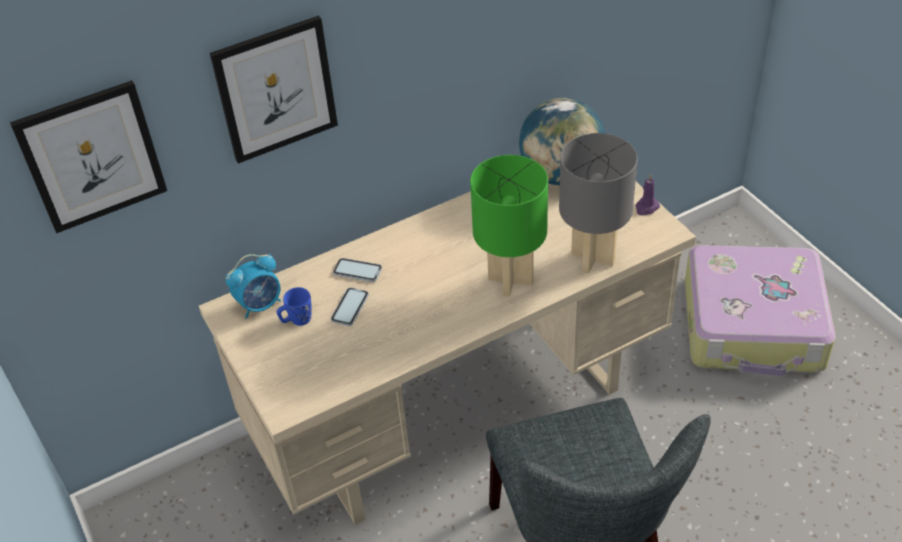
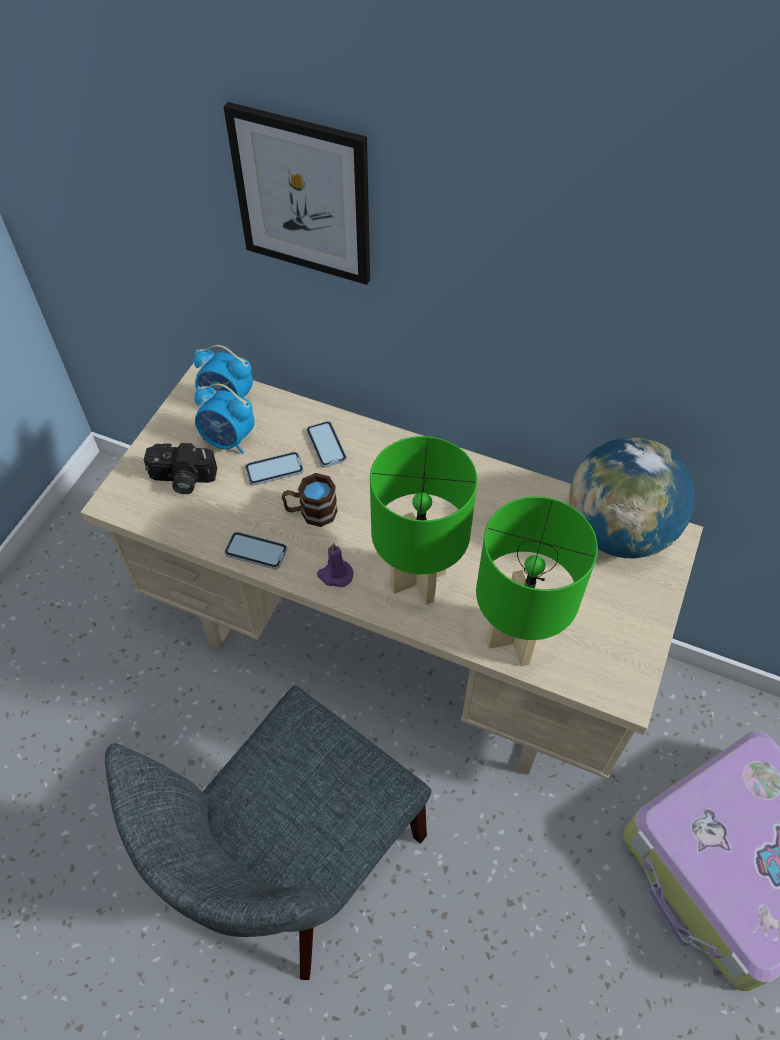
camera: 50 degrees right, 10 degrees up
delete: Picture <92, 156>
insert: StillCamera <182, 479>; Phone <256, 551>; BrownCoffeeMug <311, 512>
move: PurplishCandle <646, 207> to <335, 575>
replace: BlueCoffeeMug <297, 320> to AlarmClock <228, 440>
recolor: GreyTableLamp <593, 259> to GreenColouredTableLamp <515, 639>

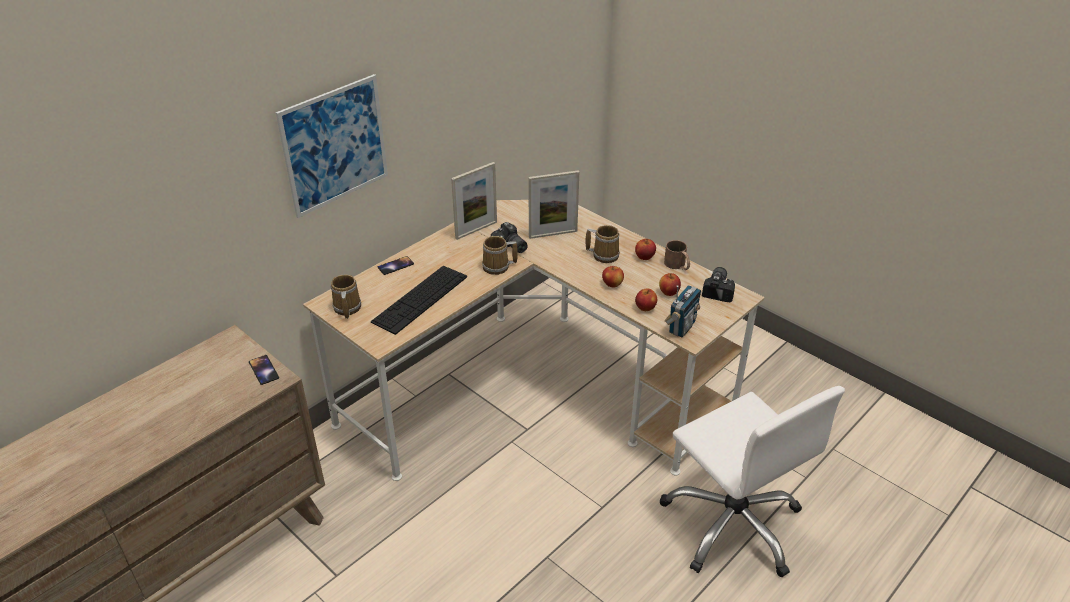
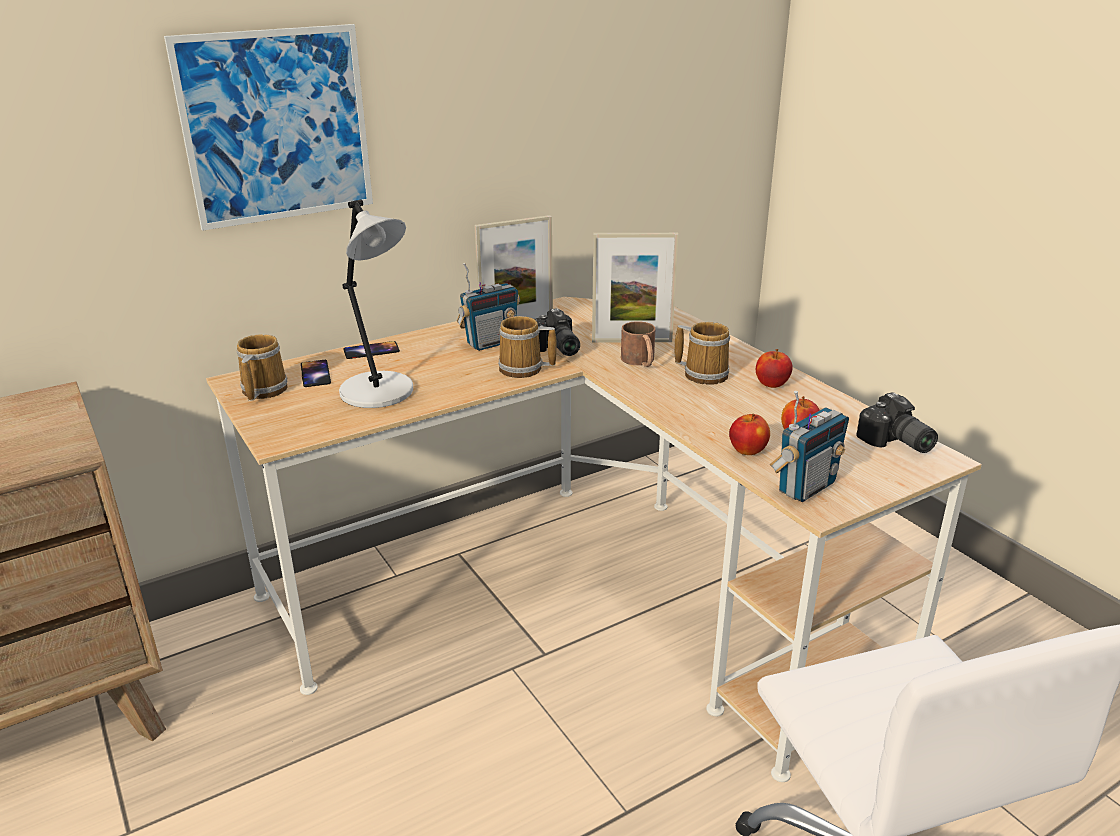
camera: 15 degrees right, 10 degrees down
delete: Apple <612, 284>
insert: Radio <490, 343>
move: Phone <263, 370> to <315, 374>; BrownCoffeeMug <678, 265> to <640, 362>
replace: PcKeyboard <420, 299> to GreyTableLamp <379, 393>
rotate: StillCamera <719, 290> = <895, 443> 120 degrees clockwise

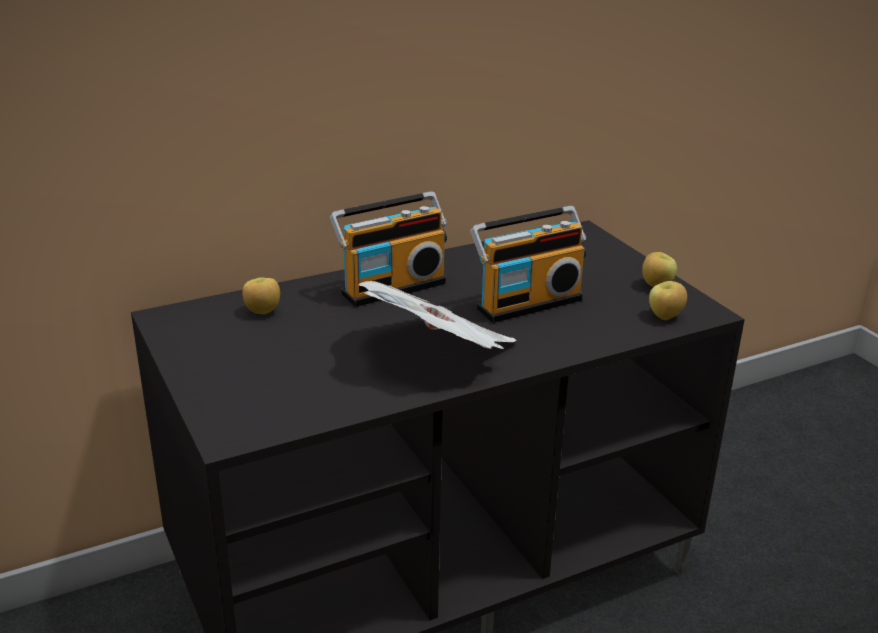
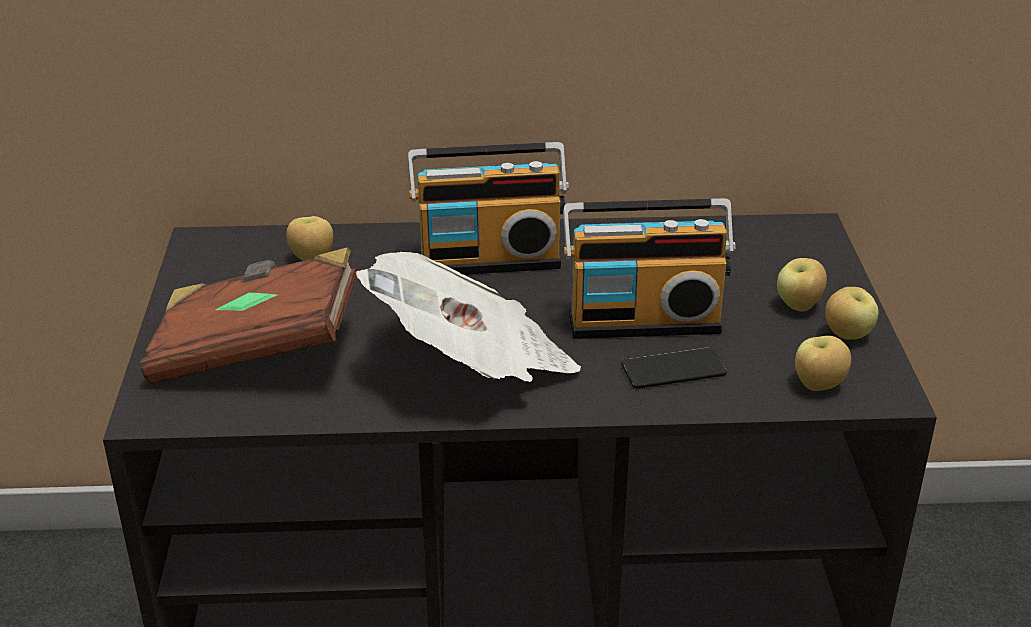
camera: 25 degrees right, 5 degrees up
insert: BrownBoundBook <256, 350>; Phone <673, 370>; Apple <799, 306>

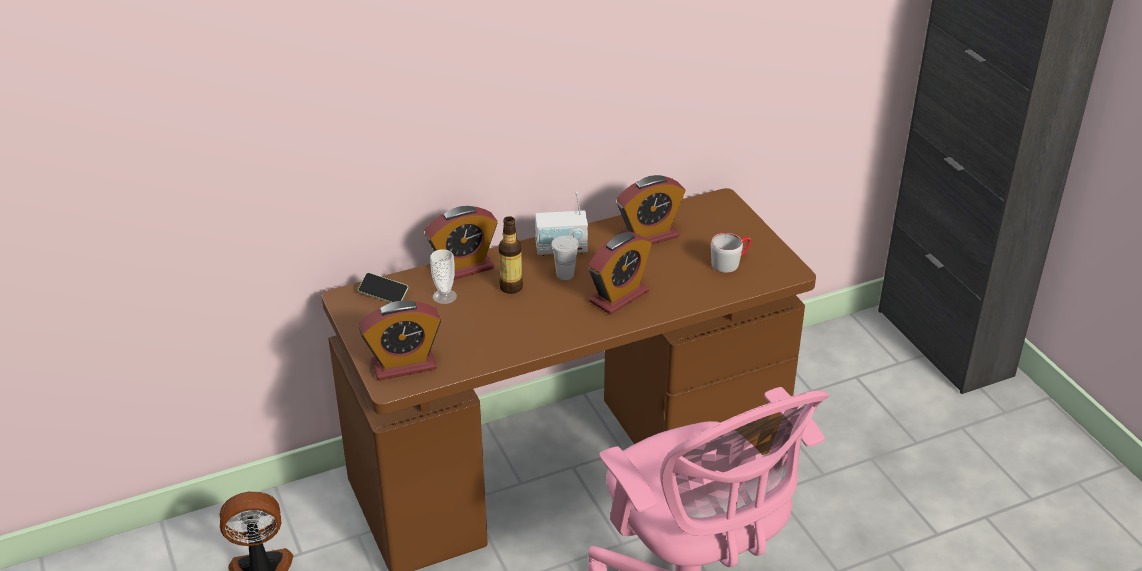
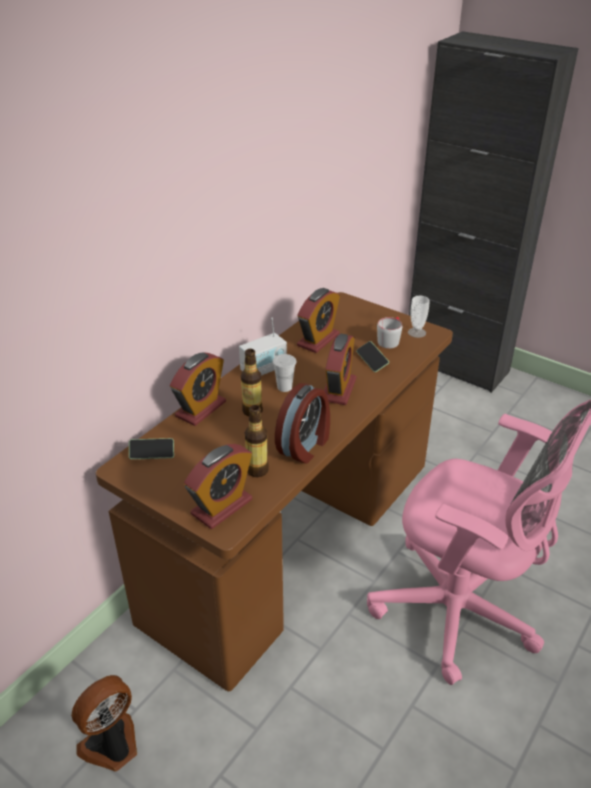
camera: 30 degrees left, 0 degrees up
insert: DrinkBottle <257, 470>; AlarmClock <305, 445>; Phone <372, 361>
move: Cup <444, 296> to <416, 332>

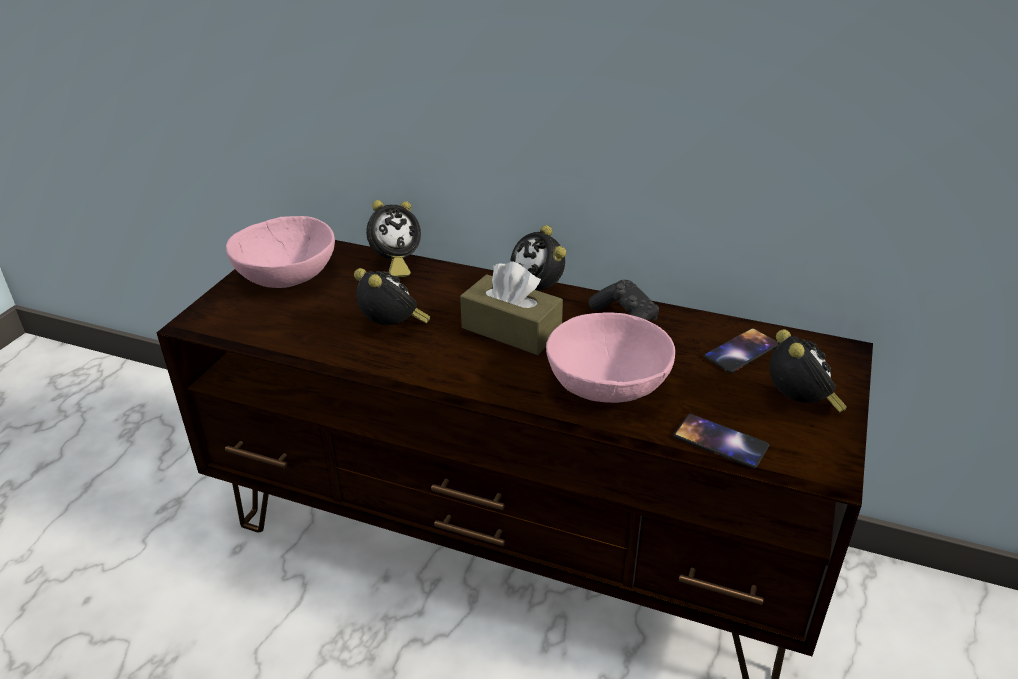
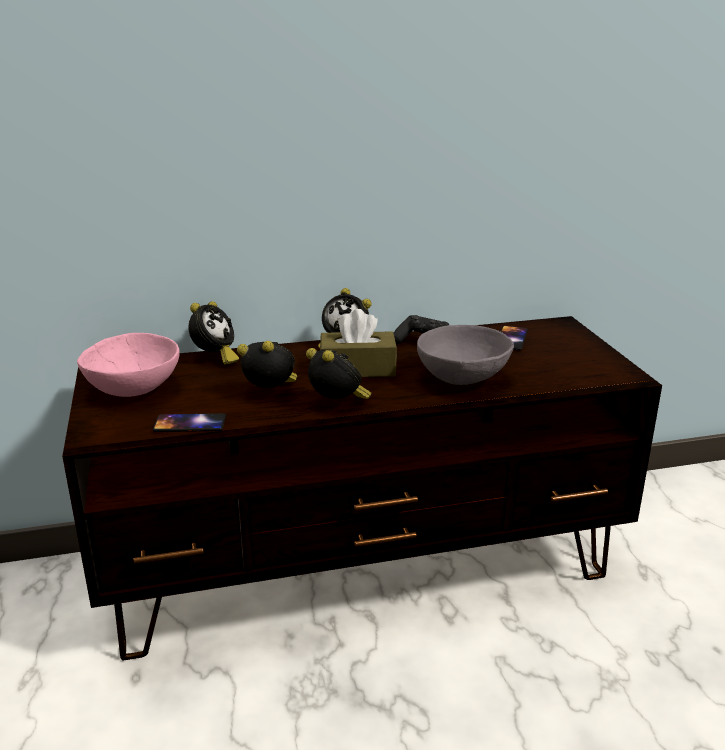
camera: 35 degrees left, 10 degrees down
move: Phone <720, 441> to <190, 424>; AlarmClock <799, 405> to <338, 404>
recolor: PinkServingBowl <608, 388> to GreyServingBowl <463, 378>

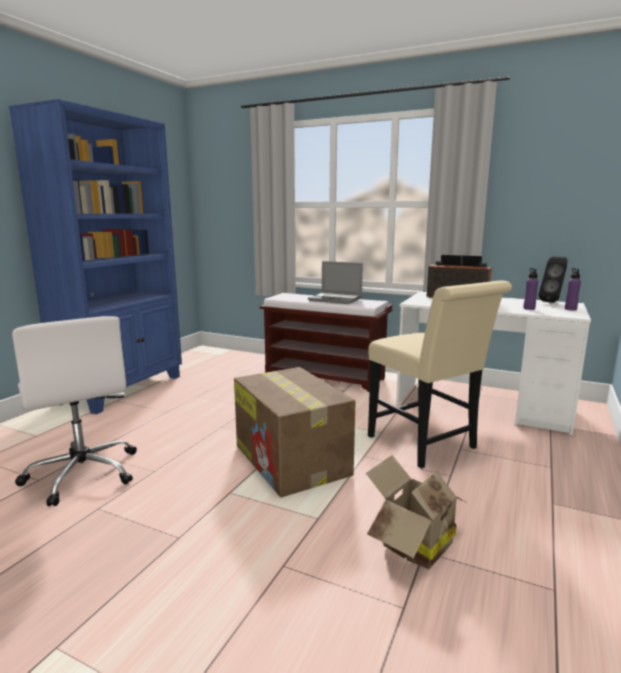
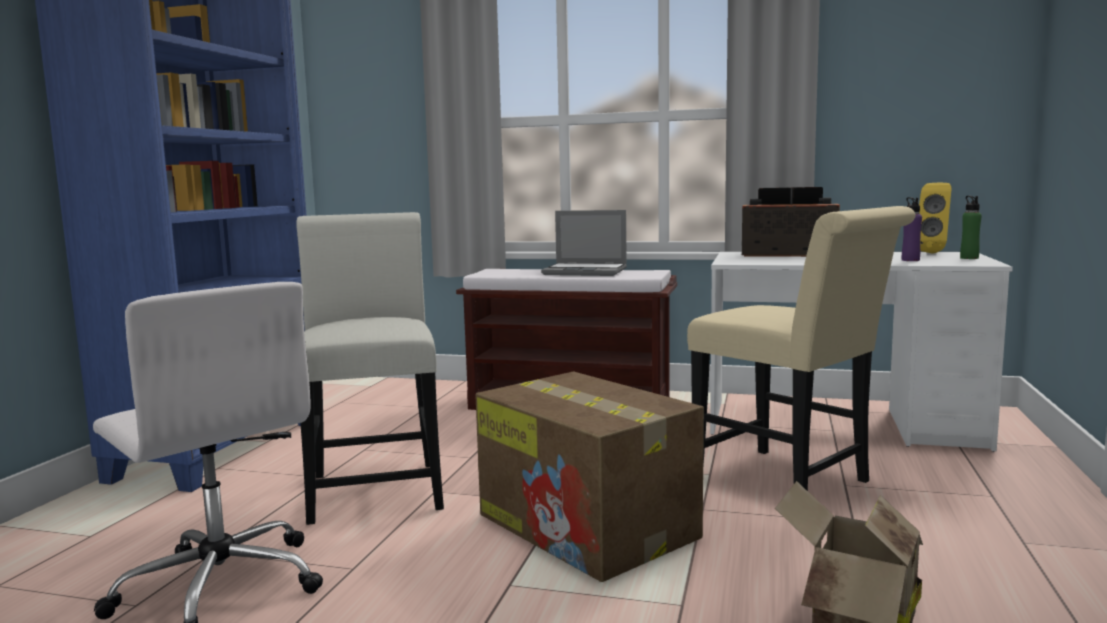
camera: 10 degrees left, 5 degrees down
insert: WhiteChair <375, 487>
recolor: BlackColouredAudioSpeaker <552, 302> to YellowColouredAudioSpeaker <933, 253>; PurplishDrinkBottle <570, 309> to GreenColouredDrinkBottle <969, 258>

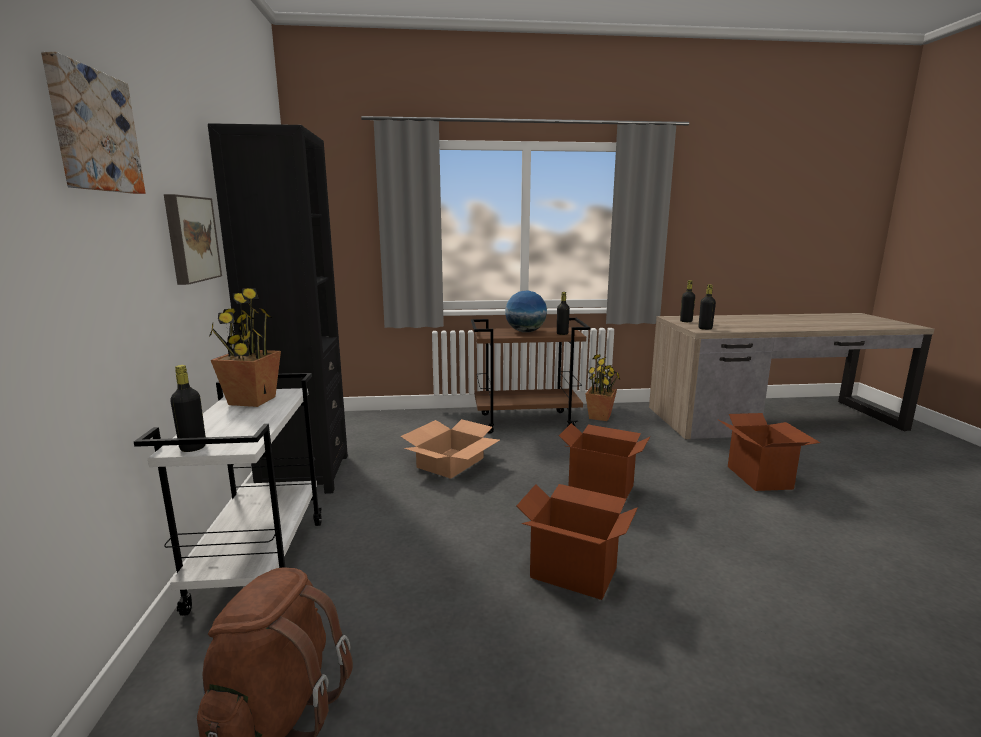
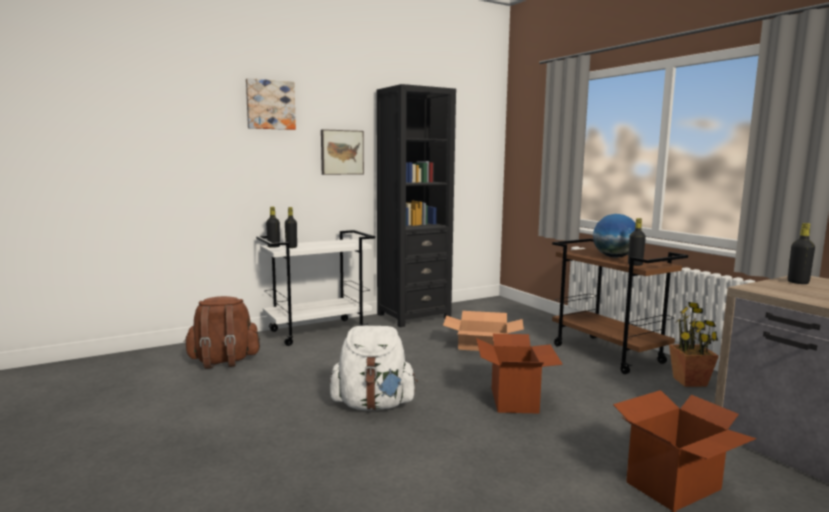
camera: 65 degrees right, 5 degrees down
delete: Houseplant <252, 401>
move: BlackColouredDrinkBottle <705, 328> to <291, 247>
replace: PackingBox <573, 572> to WhiteBackpack <373, 405>

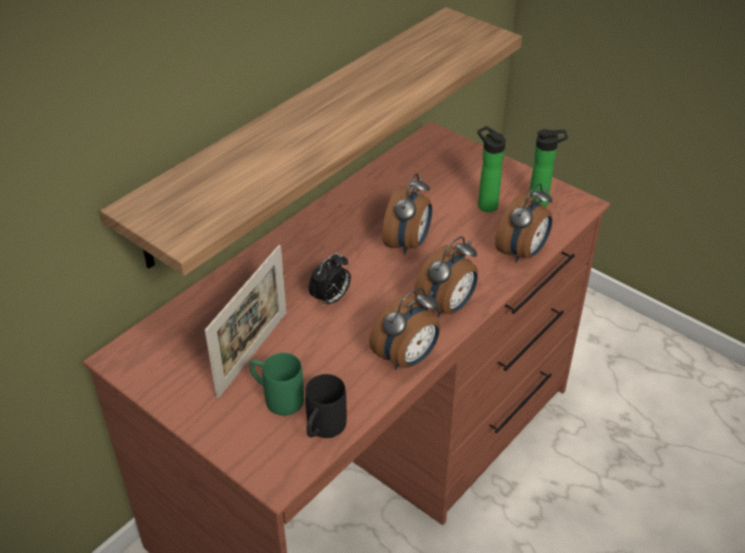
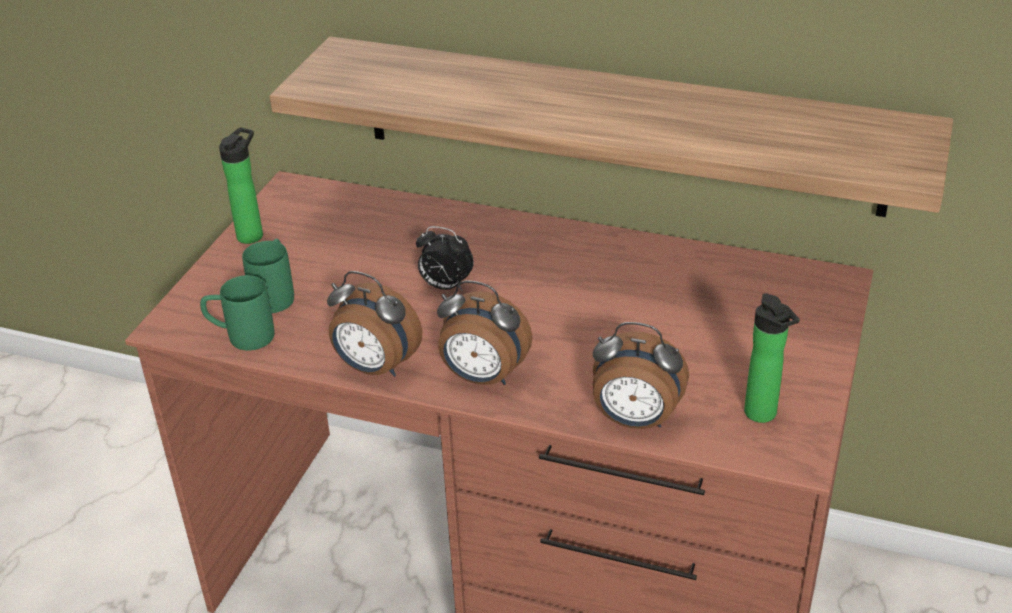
camera: 70 degrees right, 5 degrees down
delete: PhotoFrame <253, 353>; AlarmClock <408, 244>
move: DrinkBottle <485, 204> to <252, 234>
recolor: BlackColouredCoffeeMug <322, 430> to GreenColouredCoffeeMug <241, 336>

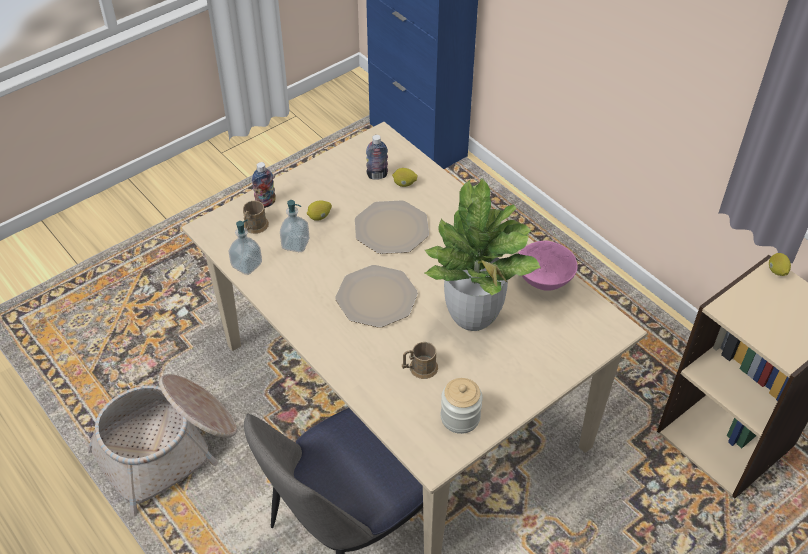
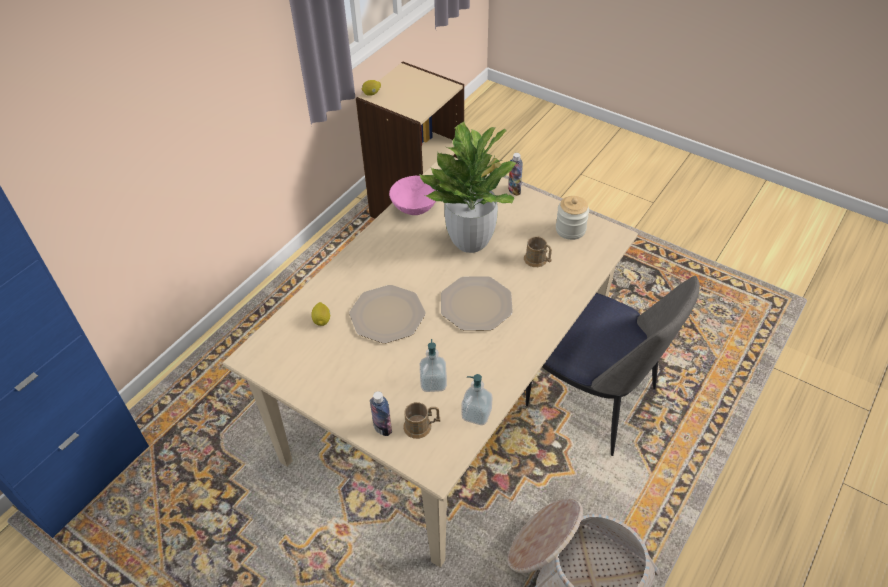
camera: 105 degrees left, 0 degrees up
delete: Lemon <319, 217>
move: DrinkBottle <377, 175> to <514, 190>

